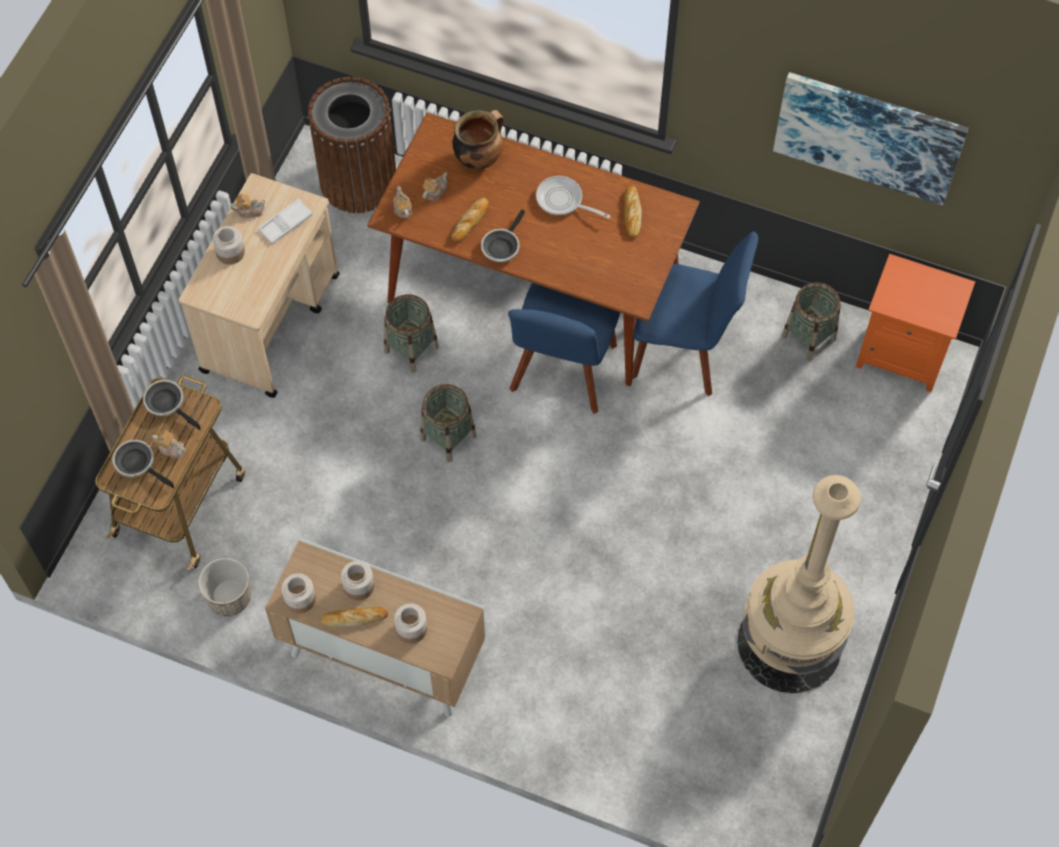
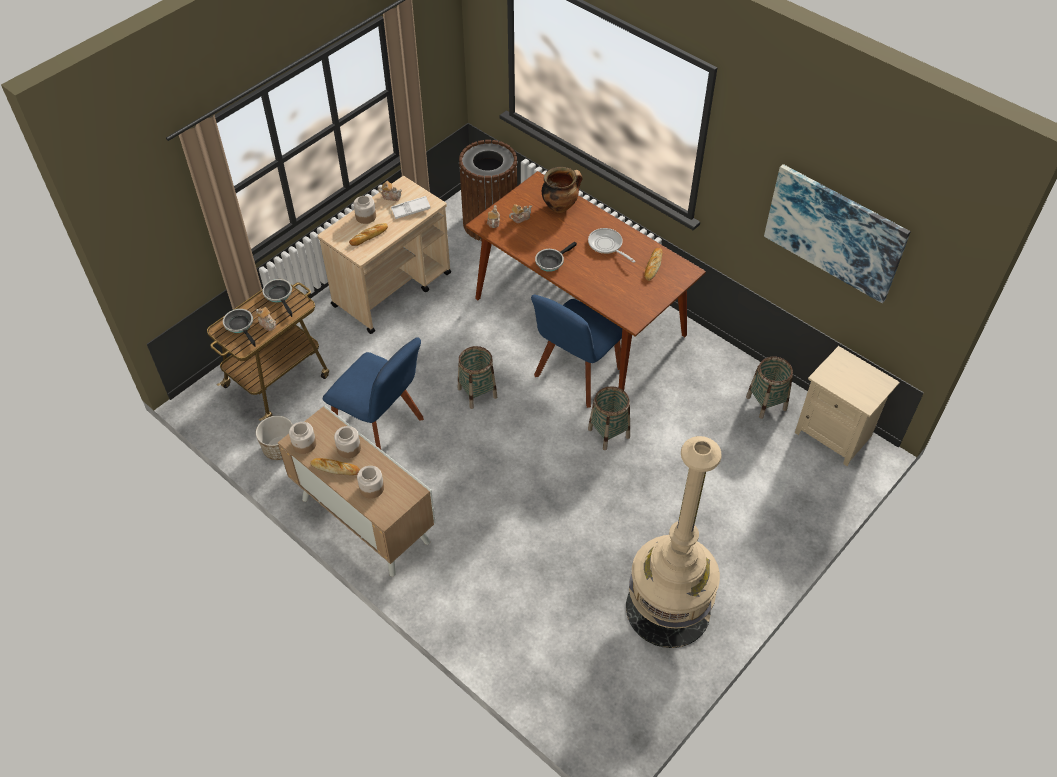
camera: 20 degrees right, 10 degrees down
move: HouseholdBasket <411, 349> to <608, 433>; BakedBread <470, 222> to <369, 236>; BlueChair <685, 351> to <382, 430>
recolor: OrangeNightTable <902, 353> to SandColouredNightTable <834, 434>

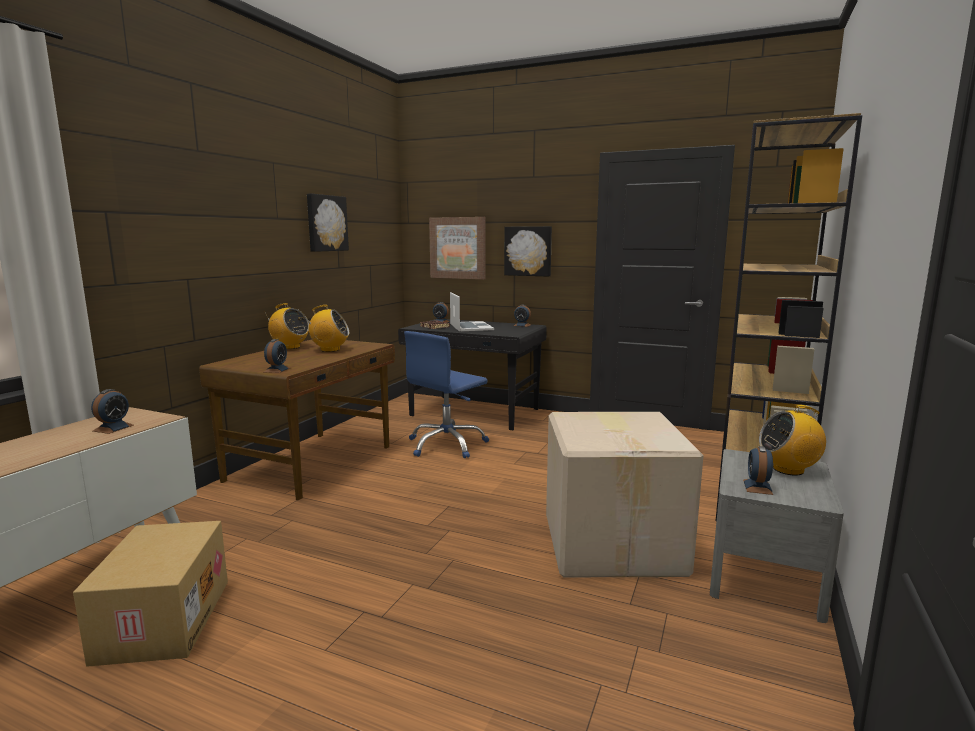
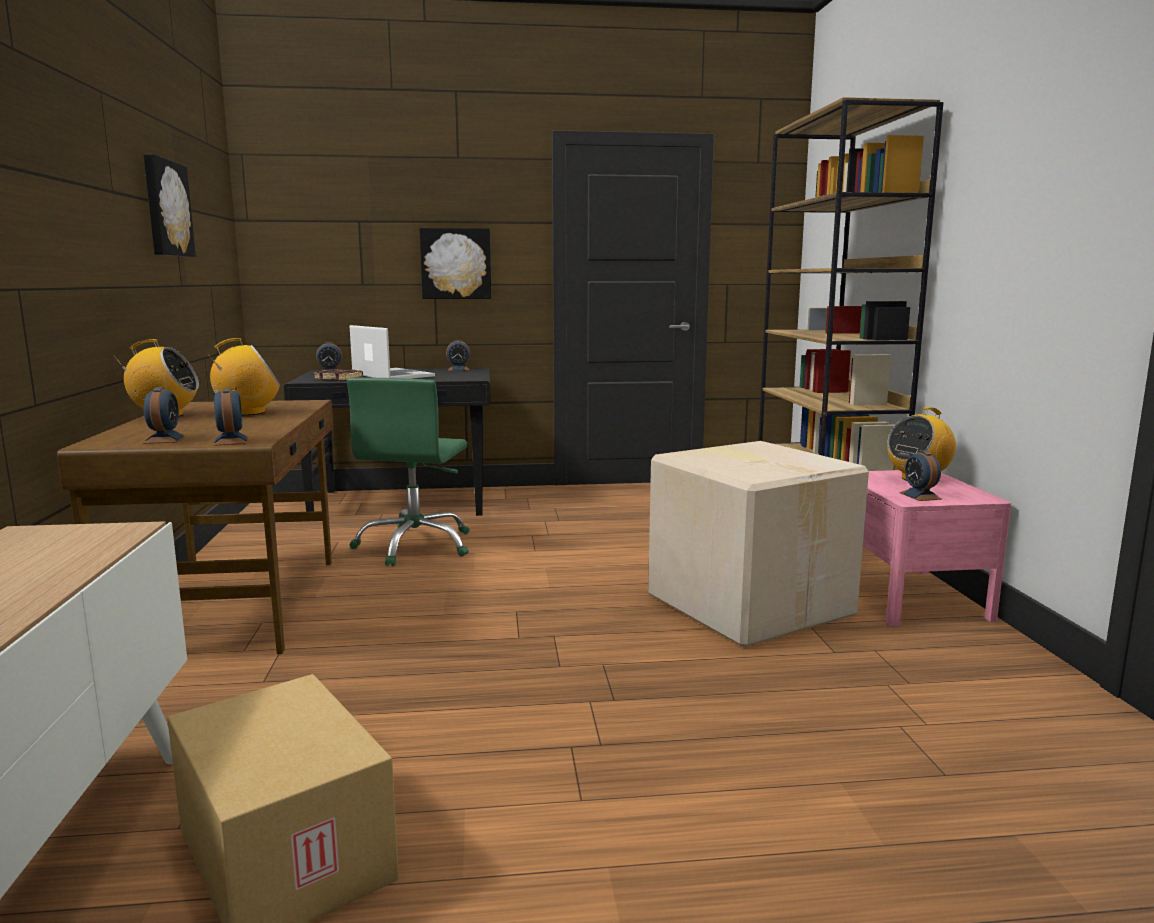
camera: 30 degrees left, 0 degrees up
delete: Picture <458, 248>
move: AlarmClock <113, 428> to <164, 439>
recolor: BlueDeskChair <447, 445> to GreenColouredDeskChair <415, 545>; GreyNightTable <764, 574> to PinkNightTable <908, 596>

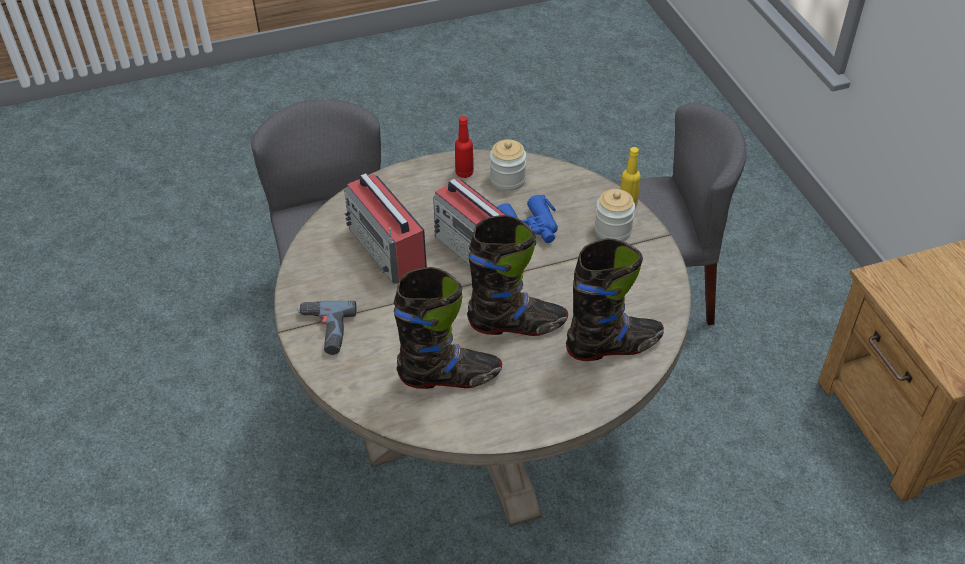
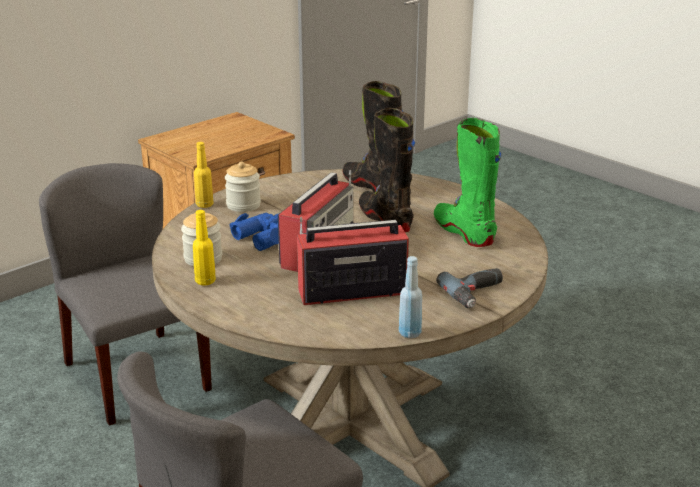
camera: 115 degrees left, 20 degrees down
insert: BlueDrinkBottle <410, 333>
recolor: BlackColouredHighTopBoot <450, 377> to GreenColouredHighTopBoot <464, 232>; RedDrinkBottle <464, 173> to YellowColouredDrinkBottle <205, 281>
rotate: Radio <388, 251> = <350, 291> 135 degrees counterclockwise

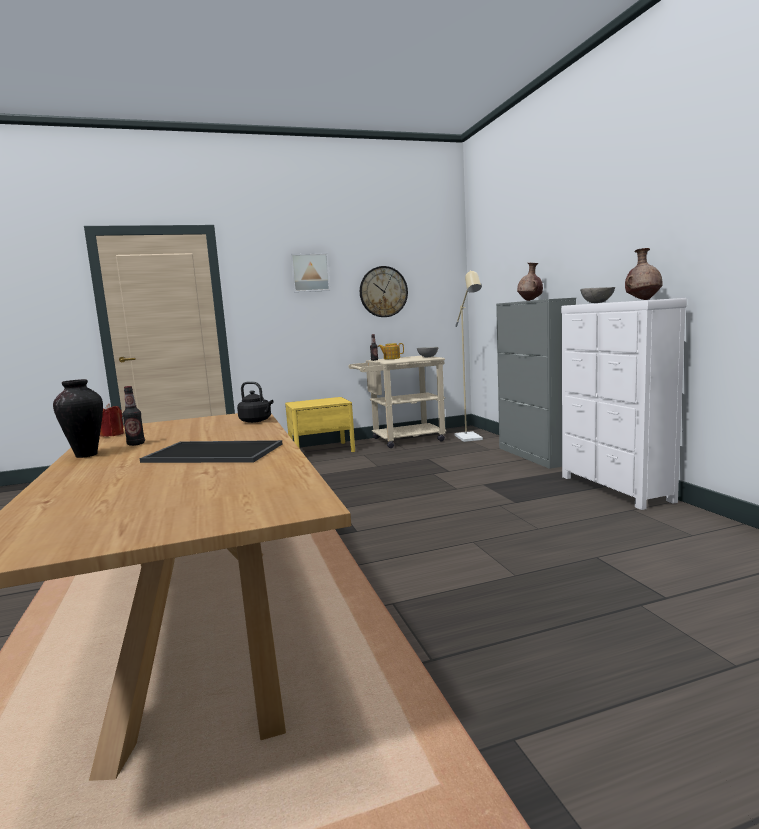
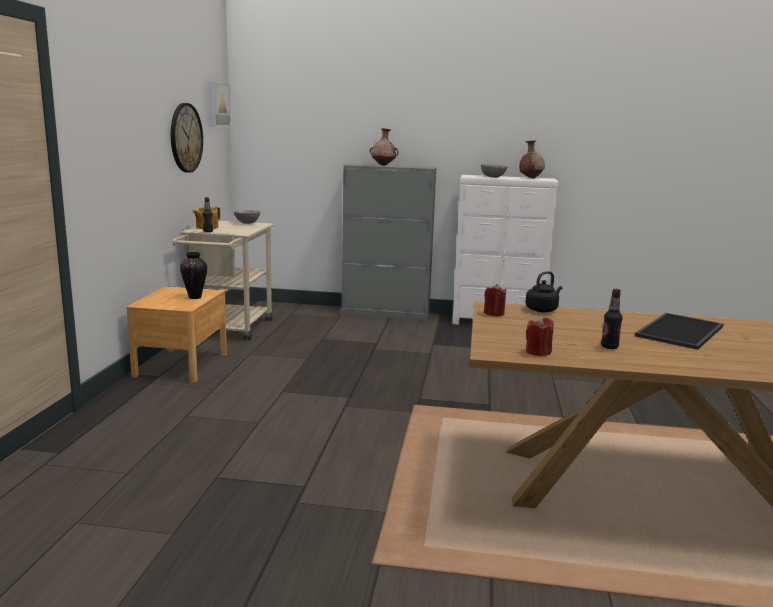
camera: 65 degrees left, 5 degrees up
delete: SandColouredFloorLamp <470, 439>
insert: RedCandle <494, 313>
move: DecorativeVase <86, 455> to <195, 297>; Picture <310, 272> to <217, 104>
recolor: YellowColouredNightTable <321, 450> to BrownNightTable <181, 365>

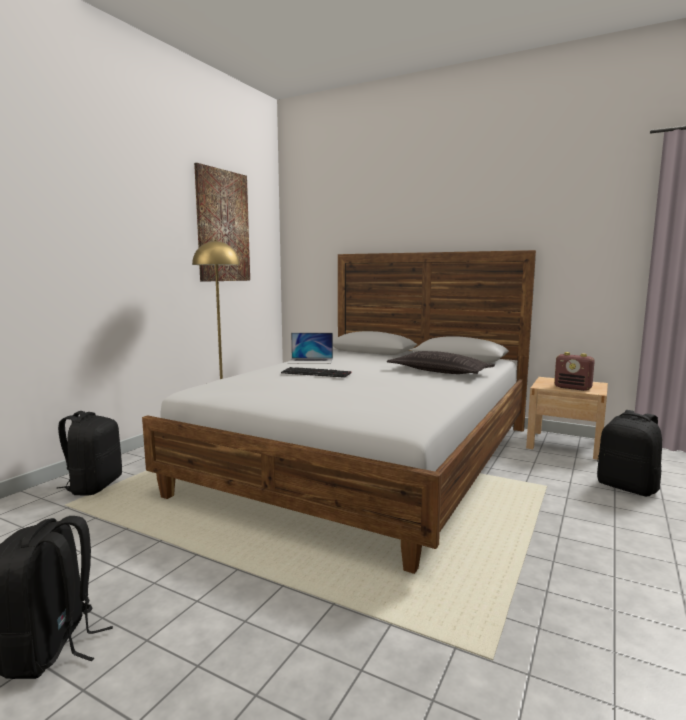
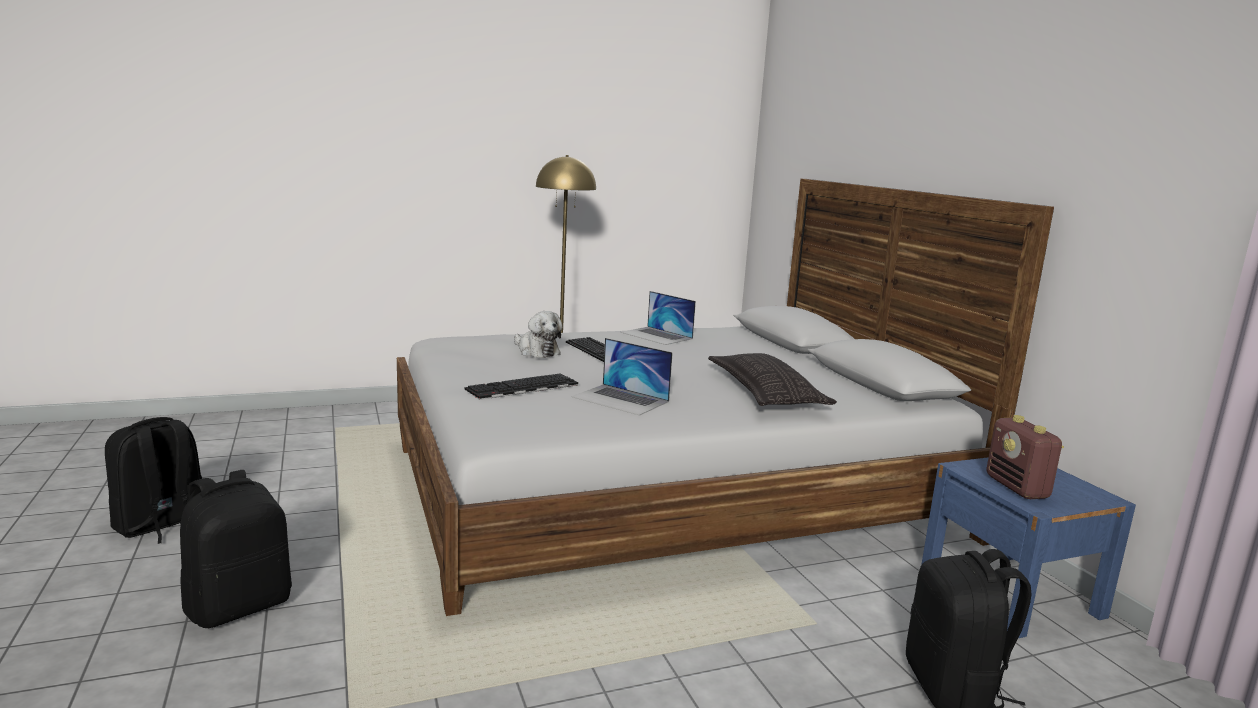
camera: 40 degrees right, 5 degrees up
delete: Picture <223, 226>
insert: PcKeyboard <522, 388>; PlushToy <536, 351>; NotebookComputer <621, 399>
move: BlackColouredBackpack <94, 486> to <239, 606>
recolor: SandColouredNightTable <565, 444> to BlueNightTable <1010, 592>

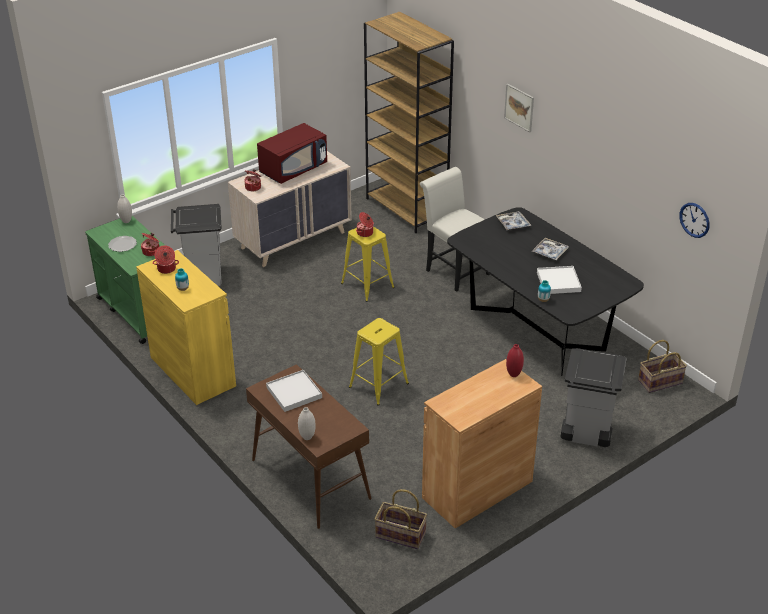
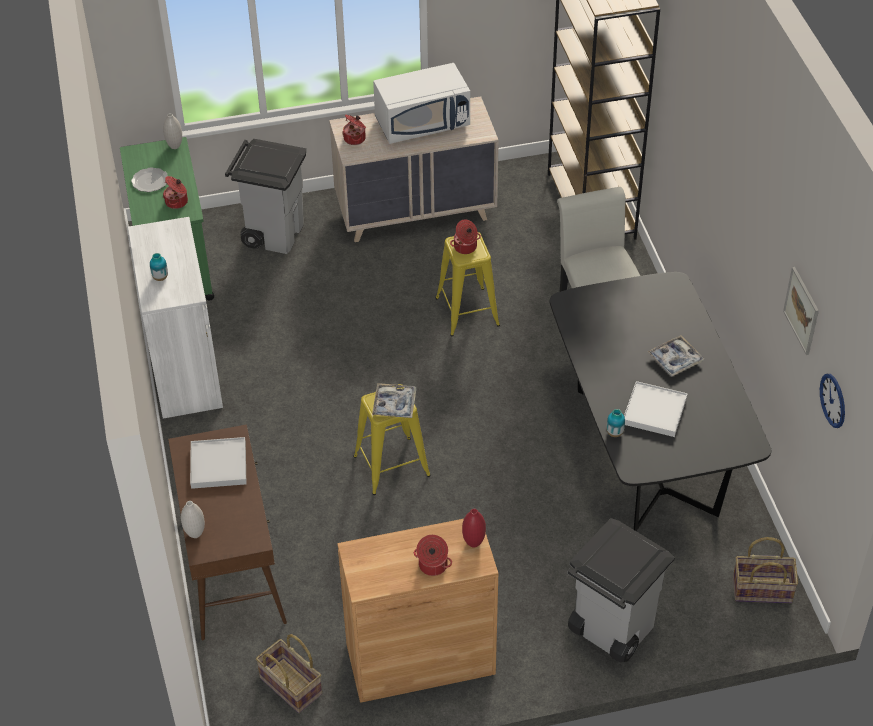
camera: 25 degrees right, 10 degrees up
move: Stockpot <166, 269> to <432, 565>; CarryingTray <513, 224> to <394, 404>; Picture <519, 107> to <802, 310>
recolor: YellowColouredStorageCabinet <192, 371> to WhiteStorageCabinet <185, 369>; RedMicrowaveOven <293, 169> to WhiteMicrowaveOven <422, 123>

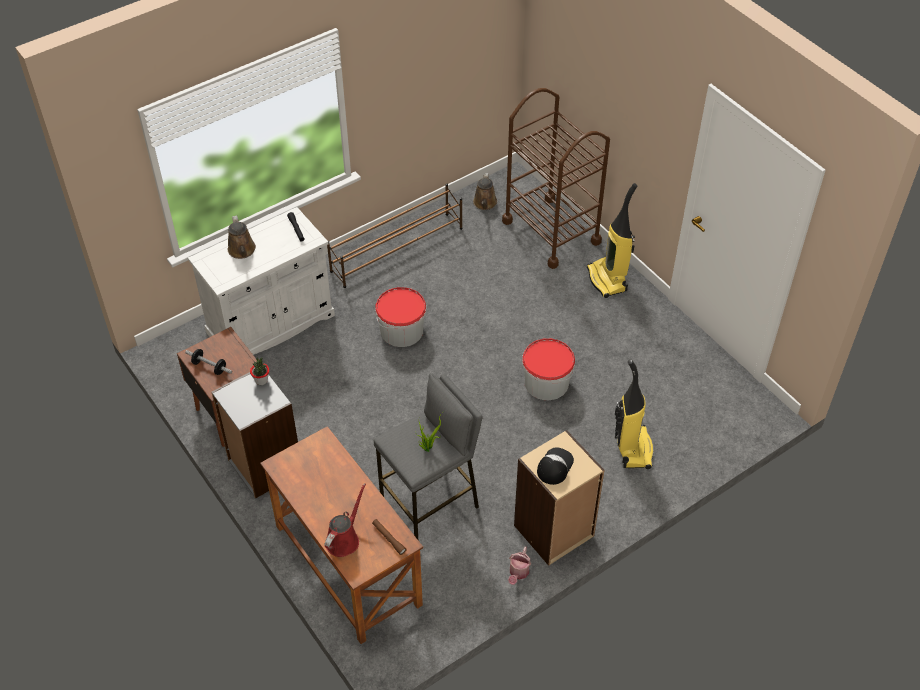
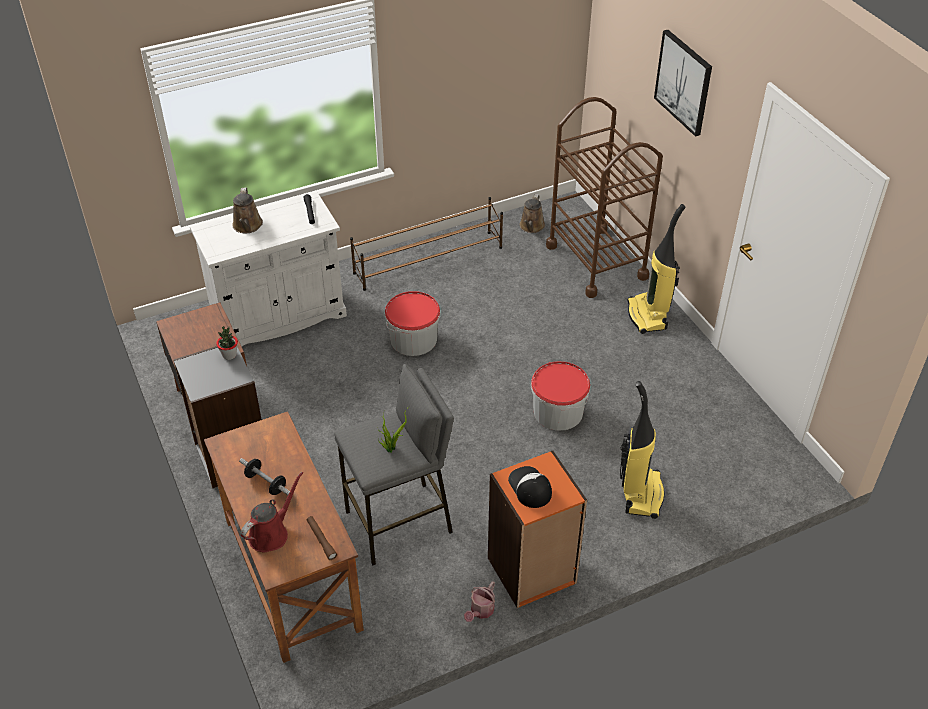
camera: 10 degrees right, 5 degrees down
insert: Picture <684, 82>
move: FreeWeight <209, 367> to <266, 483>
recolor: SandColouredBookshelf <554, 531> to OrangeBookshelf <532, 571>
rotate: Cap <554, 466> = <529, 488> 60 degrees counterclockwise

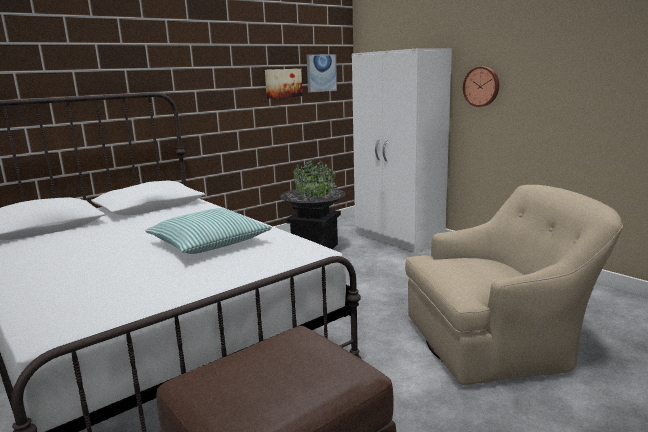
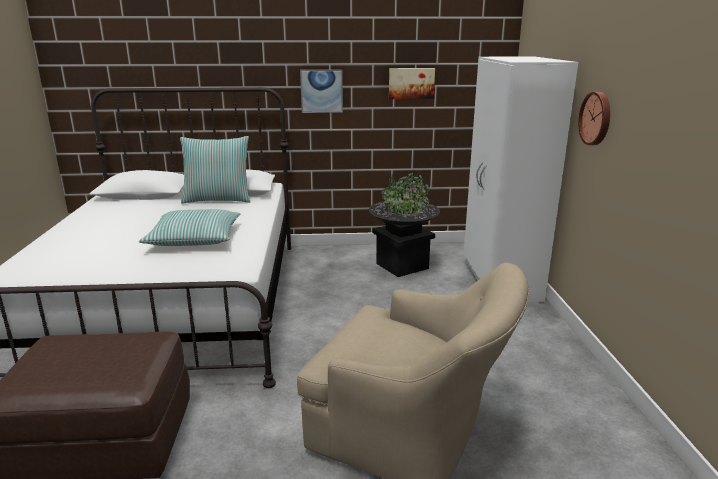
camera: 35 degrees right, 5 degrees up
insert: ThrowPillow <218, 200>
move: Picture <321, 73> to <321, 91>

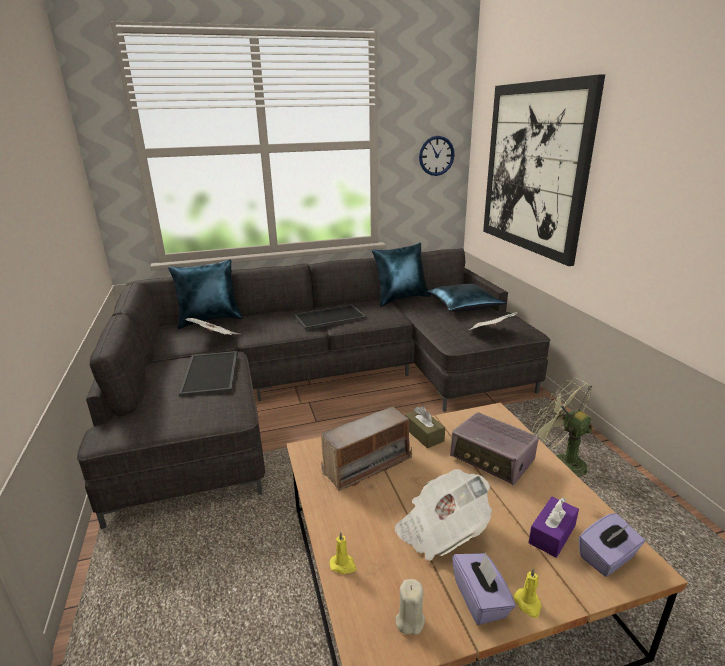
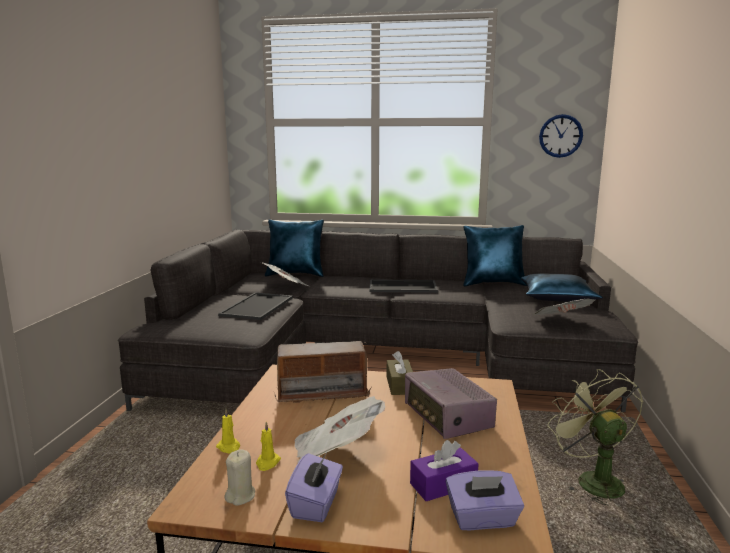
camera: 25 degrees right, 10 degrees down
delete: Picture <534, 169>
move: YellowColouredCandle <528, 604> to <267, 463>

